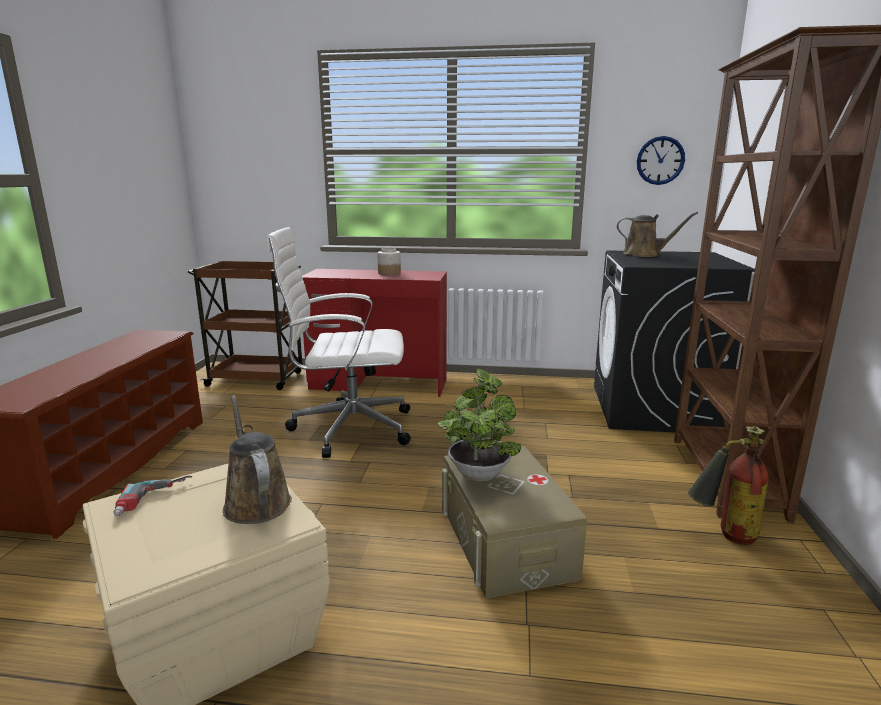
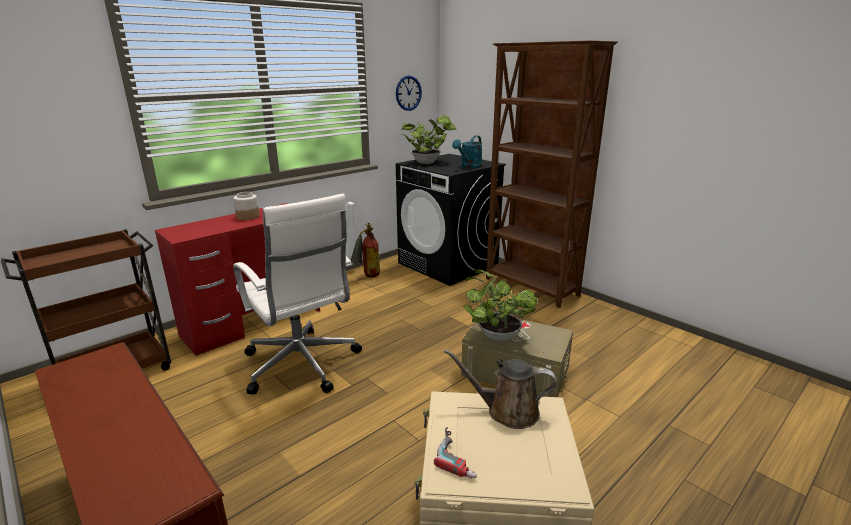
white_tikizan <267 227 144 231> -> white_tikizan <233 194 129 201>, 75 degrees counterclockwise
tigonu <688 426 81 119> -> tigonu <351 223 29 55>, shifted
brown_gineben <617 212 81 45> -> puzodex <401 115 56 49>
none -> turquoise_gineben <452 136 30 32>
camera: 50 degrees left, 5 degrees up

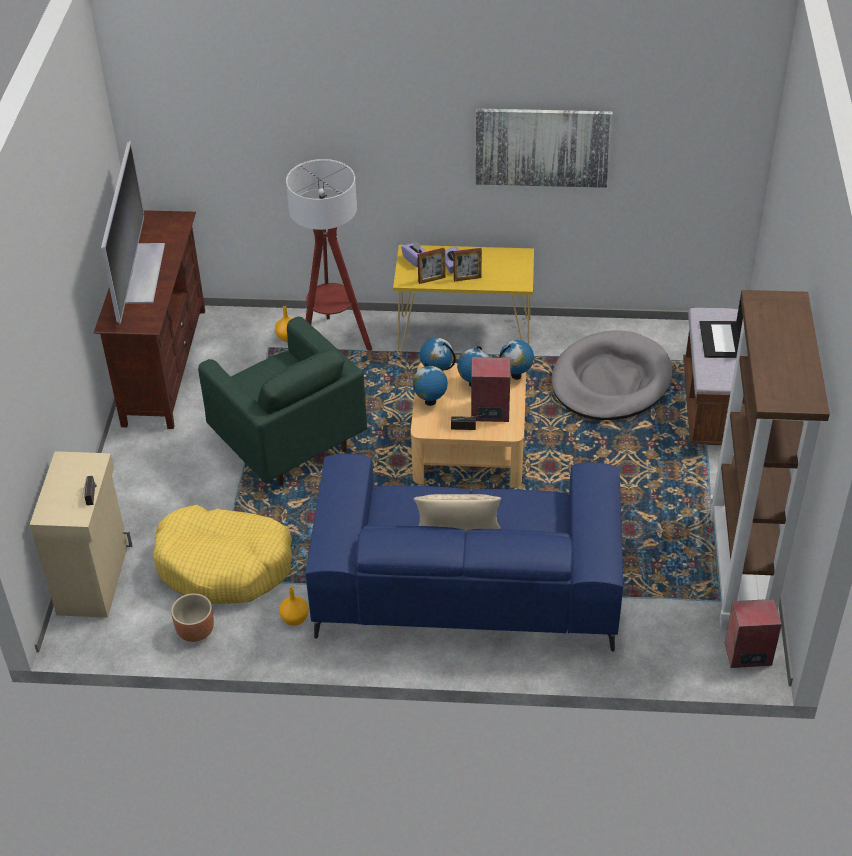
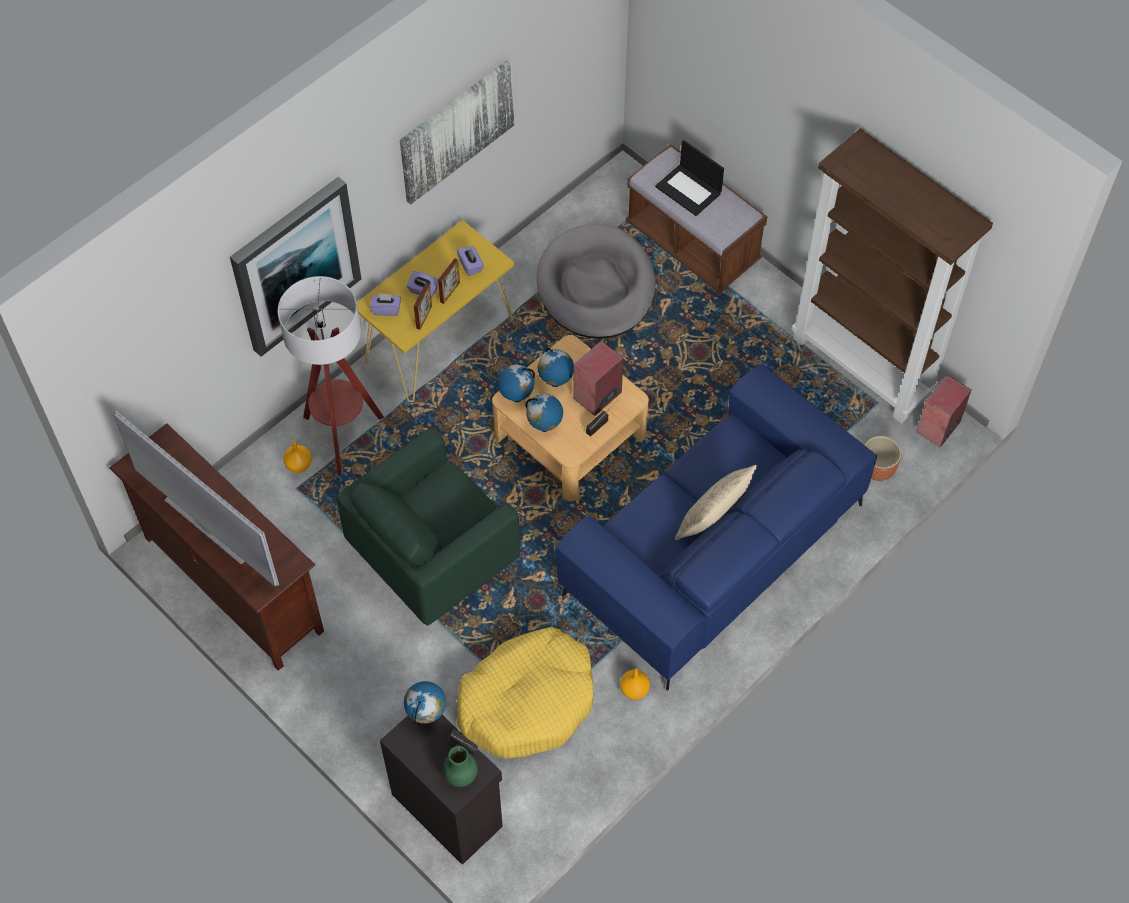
none -> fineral <230 177 131 180>
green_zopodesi <198 317 169 169> -> green_zopodesi <336 428 184 198>, 135 degrees clockwise
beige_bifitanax <30 451 103 167> -> black_bifitanax <380 715 123 150>
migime <499 340 35 40> -> migime <404 681 42 44>, shifted
none -> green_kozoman <443 746 35 41>
none -> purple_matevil <457 246 27 30>
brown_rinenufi <171 593 43 49> -> brown_rinenufi <865 436 36 45>, shifted
camera: 50 degrees left, 15 degrees up

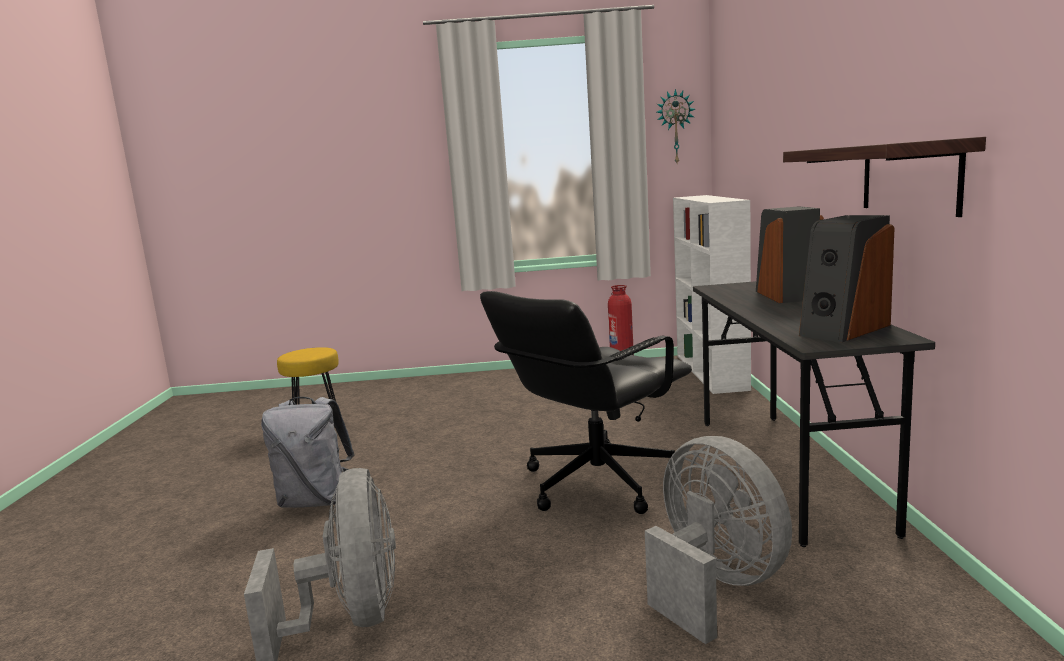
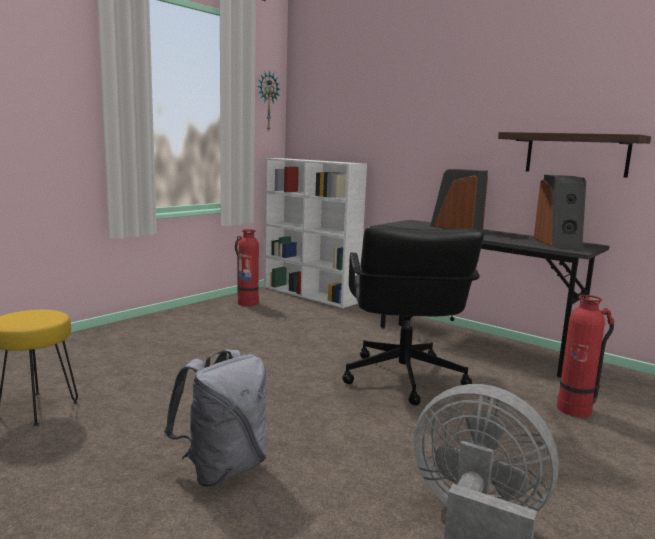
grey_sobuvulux <645 436 147 208> -> tigonu <557 295 58 122>
camera: 50 degrees left, 0 degrees up

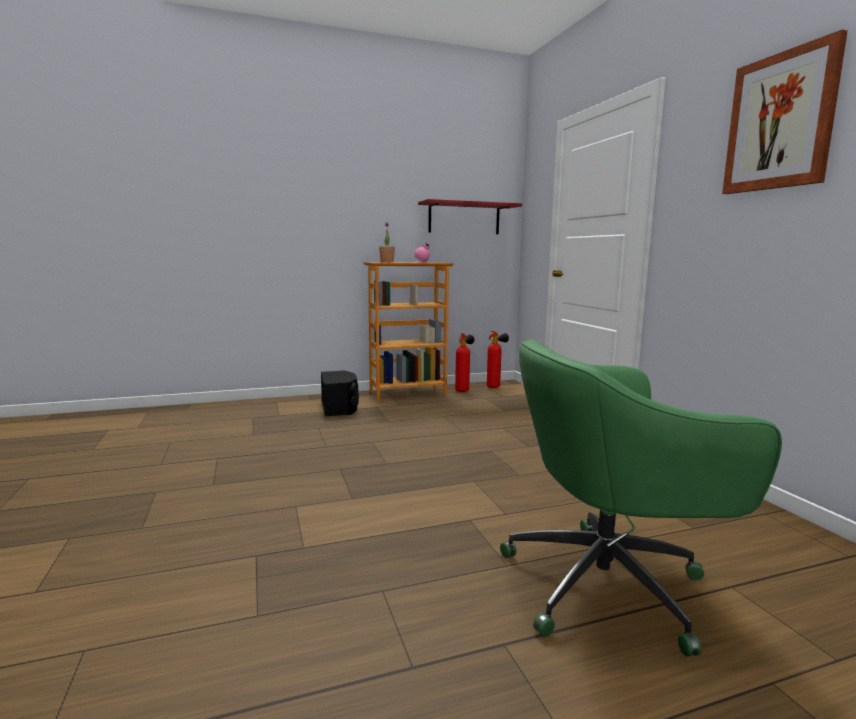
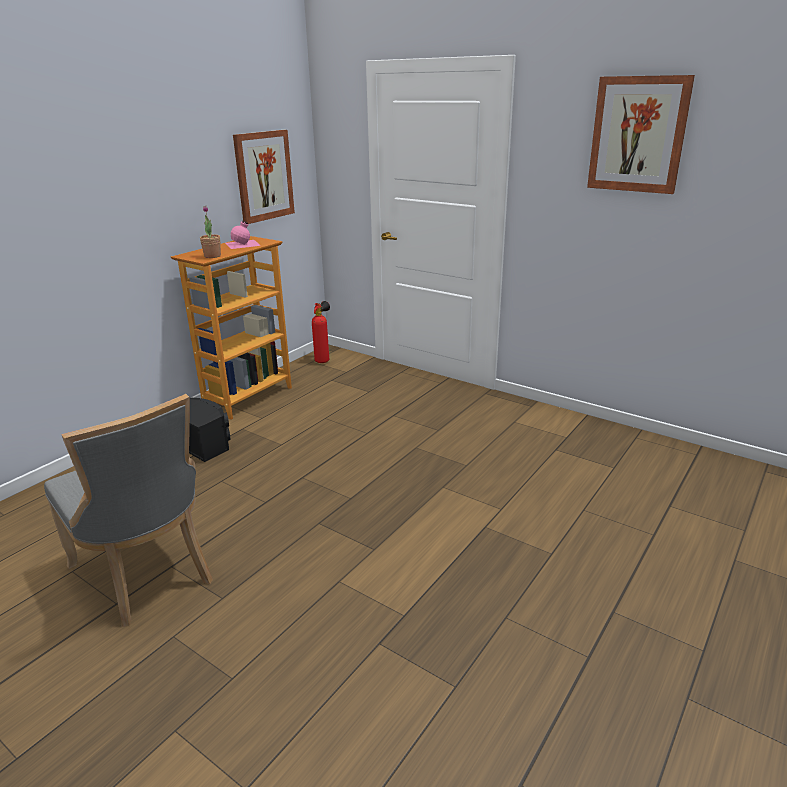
none -> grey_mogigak <44 394 169 233>
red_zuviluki <418 199 104 35> -> fineral <233 130 62 94>
tigonu <455 333 19 59> -> none
green_tikizan <500 339 282 317> -> none
camera: 35 degrees left, 15 degrees up

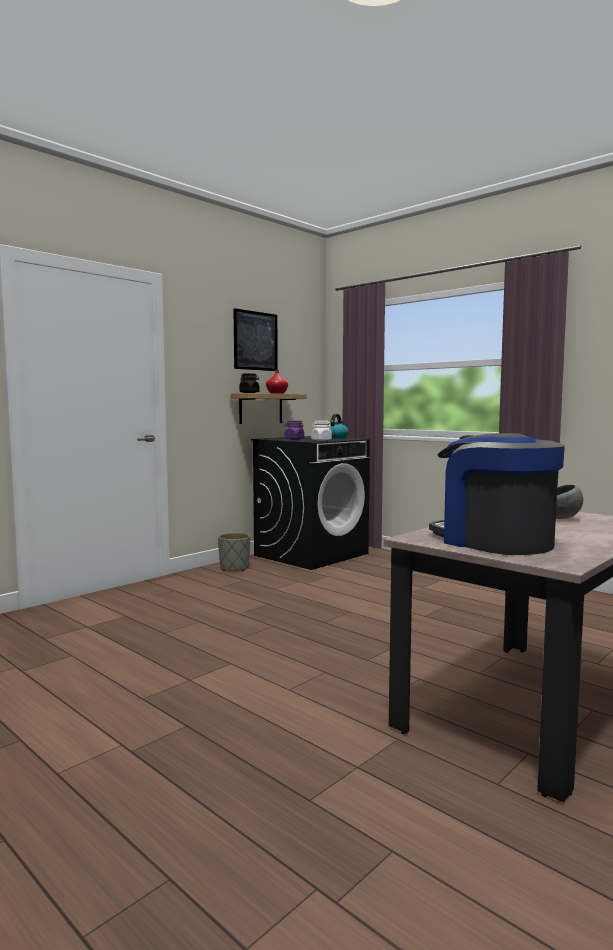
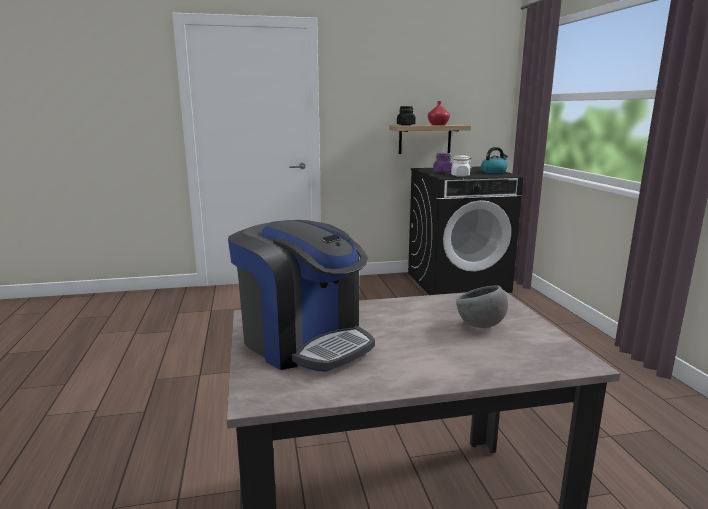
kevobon <429 433 136 122> -> kevobon <228 220 147 152>, 135 degrees clockwise
grey_rinenufi <218 533 32 38> -> none
fineral <233 308 45 63> -> none
camera: 35 degrees right, 10 degrees up

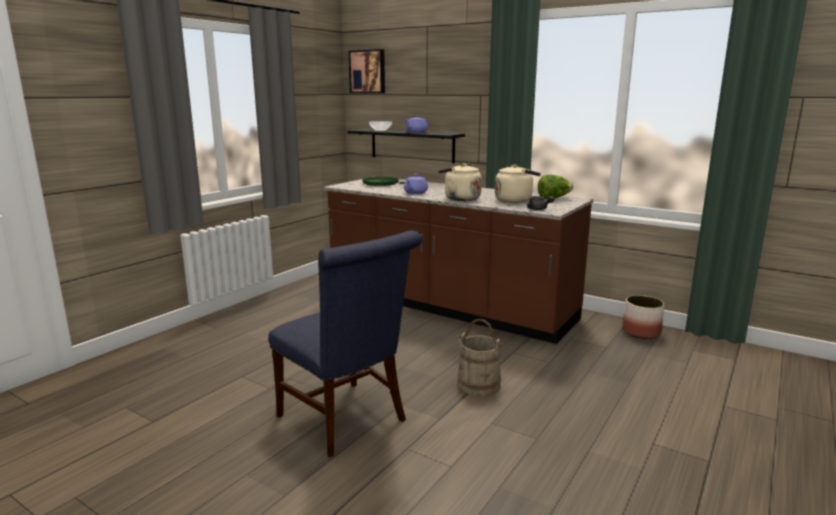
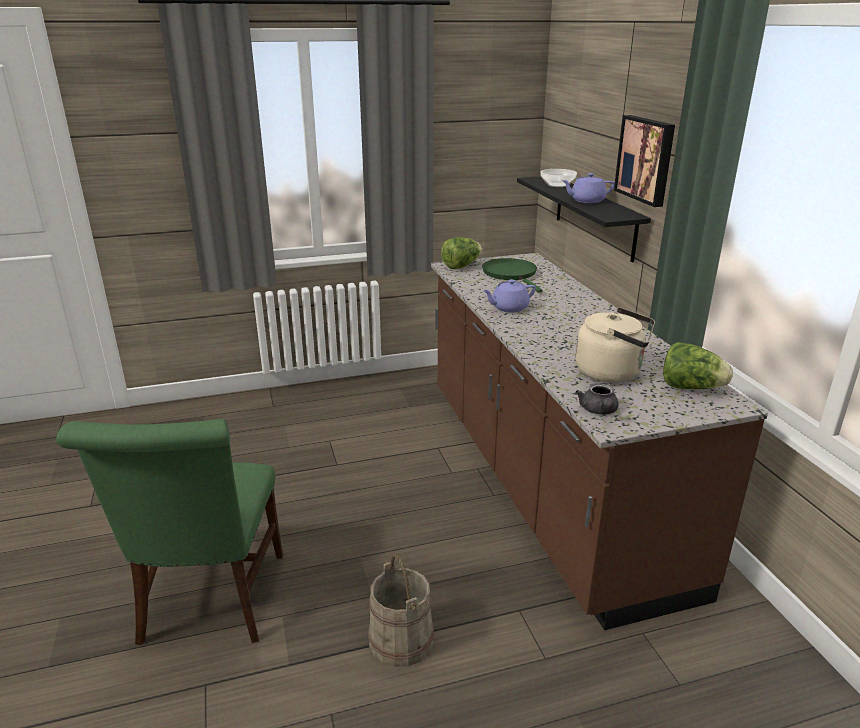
blue_mogigak <268 230 154 227> -> green_mogigak <56 419 227 226>
none -> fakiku <441 237 41 32>
fineral <348 49 37 44> -> fineral <614 115 61 92>, shifted
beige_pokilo <438 163 44 38> -> none
rinenufi <622 295 43 44> -> none
camera: 40 degrees right, 10 degrees up

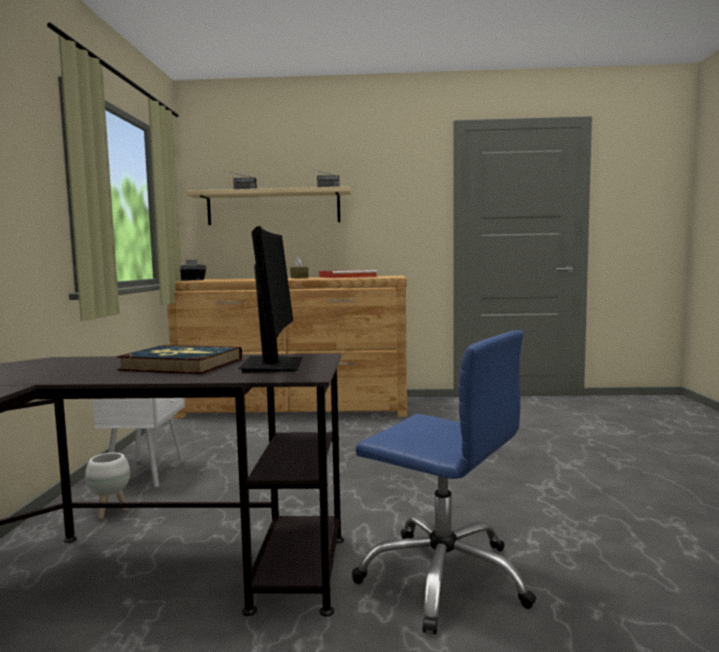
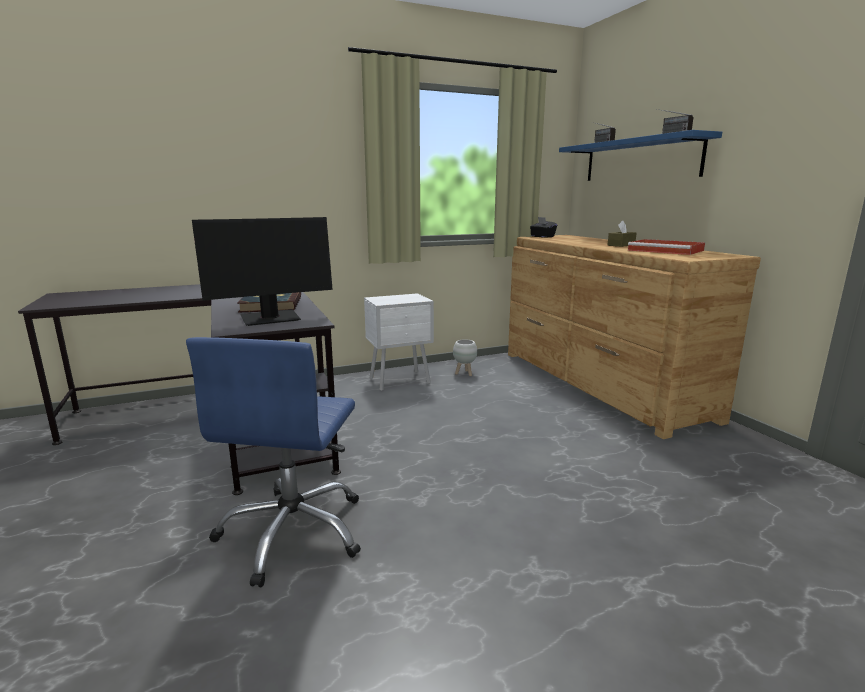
white_rinenufi <85 453 45 66> -> white_rinenufi <453 339 24 37>, shifted
beige_zuviluki <185 186 166 39> -> blue_zuviluki <559 130 163 51>
camera: 65 degrees right, 10 degrees up

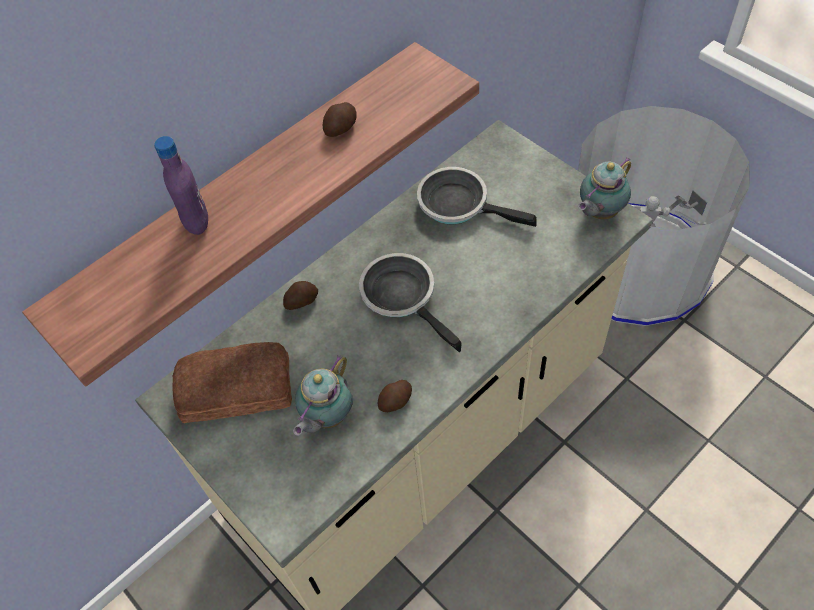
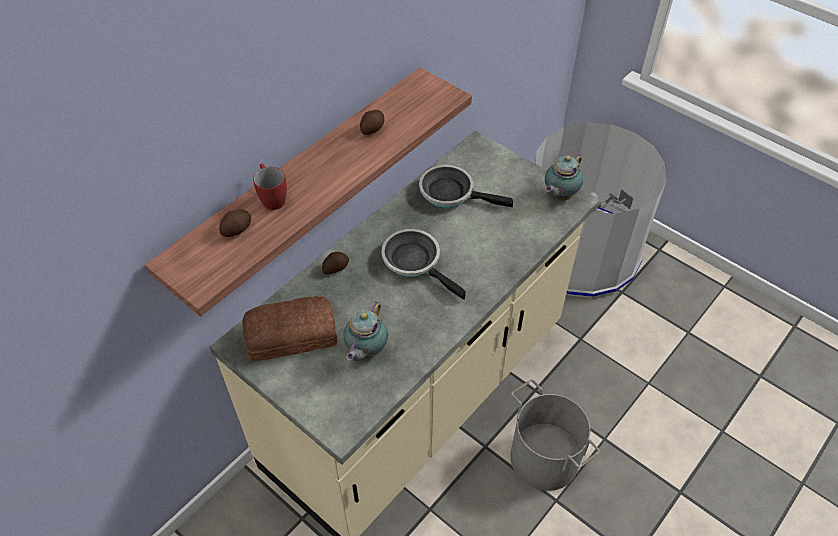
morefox <378 380 34 32> -> morefox <219 209 32 28>, shifted
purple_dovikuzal <154 136 54 99> -> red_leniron <253 163 34 47>
none -> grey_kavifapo <511 379 89 112>
camera: 10 degrees left, 5 degrees down

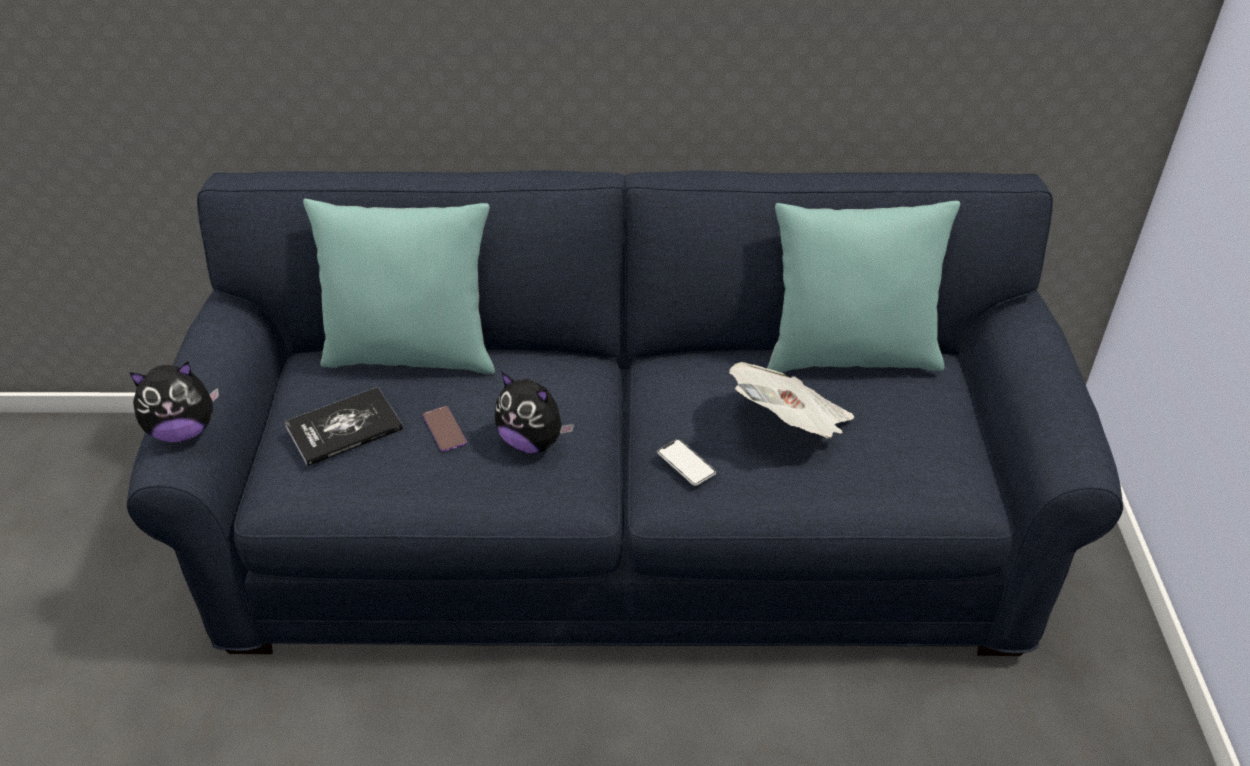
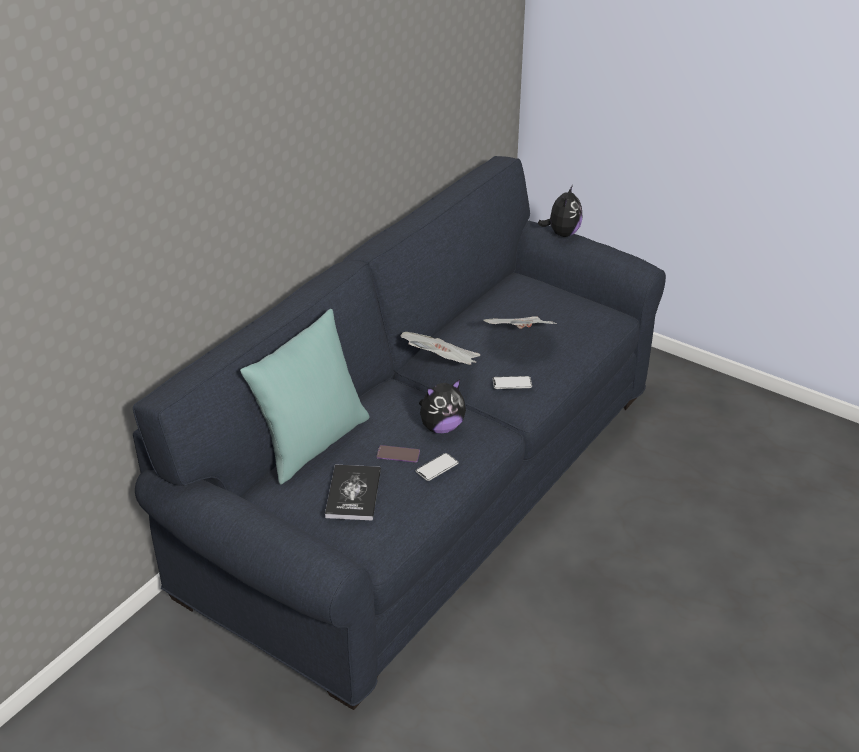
none -> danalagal <401 332 79 33>
none -> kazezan <415 453 44 28>
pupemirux <129 362 90 80> -> pupemirux <538 185 44 52>, shifted
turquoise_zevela <767 201 193 171> -> none
camera: 55 degrees left, 5 degrees down

